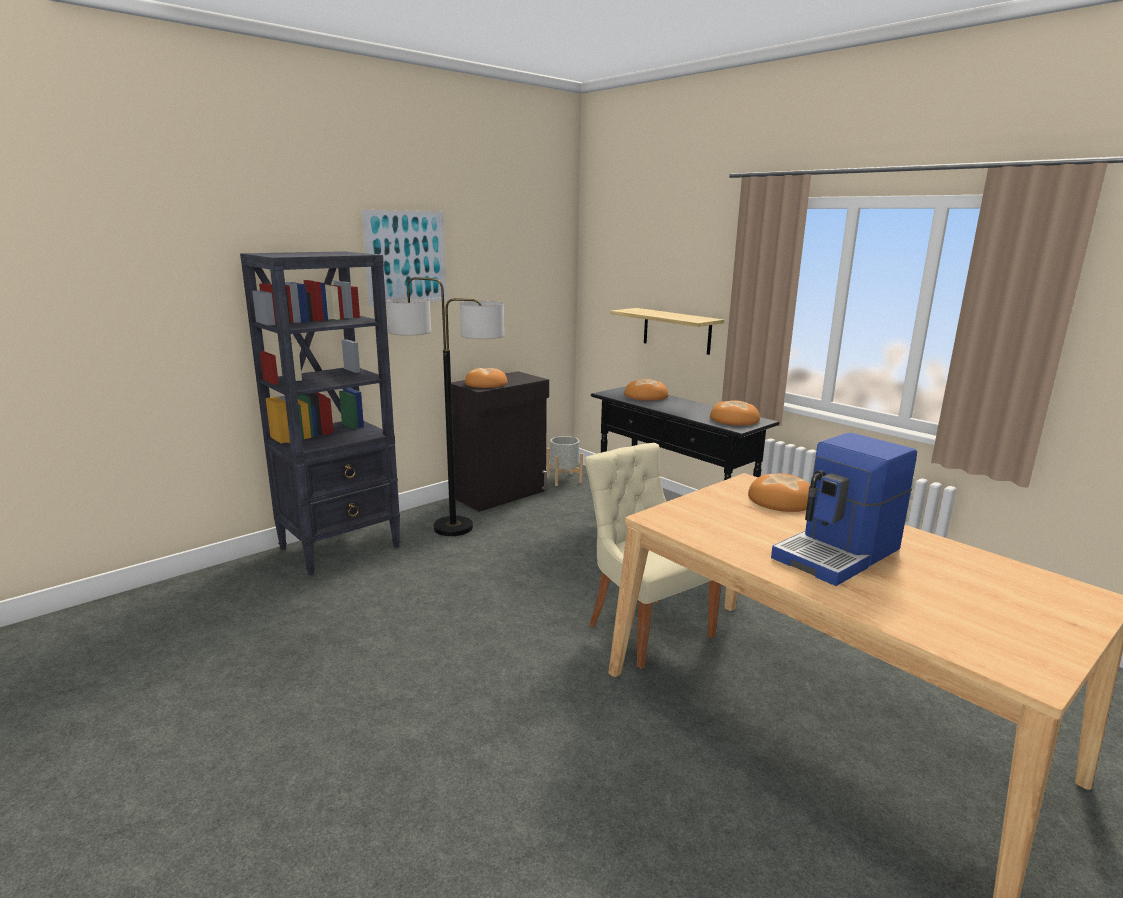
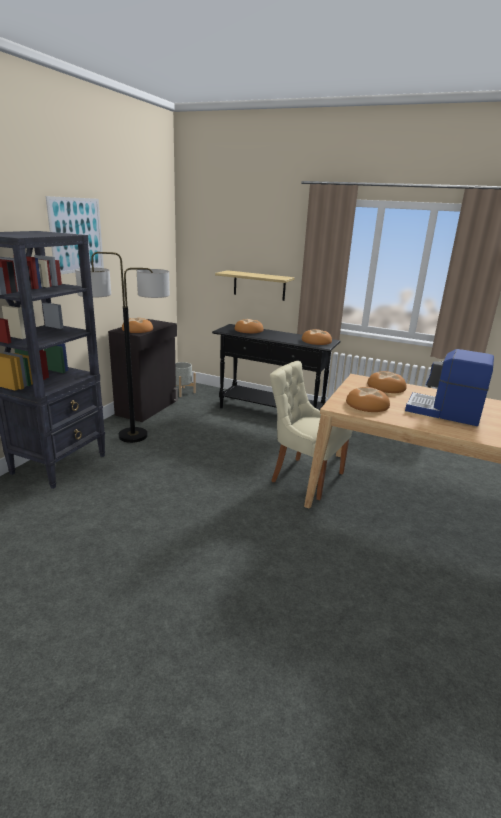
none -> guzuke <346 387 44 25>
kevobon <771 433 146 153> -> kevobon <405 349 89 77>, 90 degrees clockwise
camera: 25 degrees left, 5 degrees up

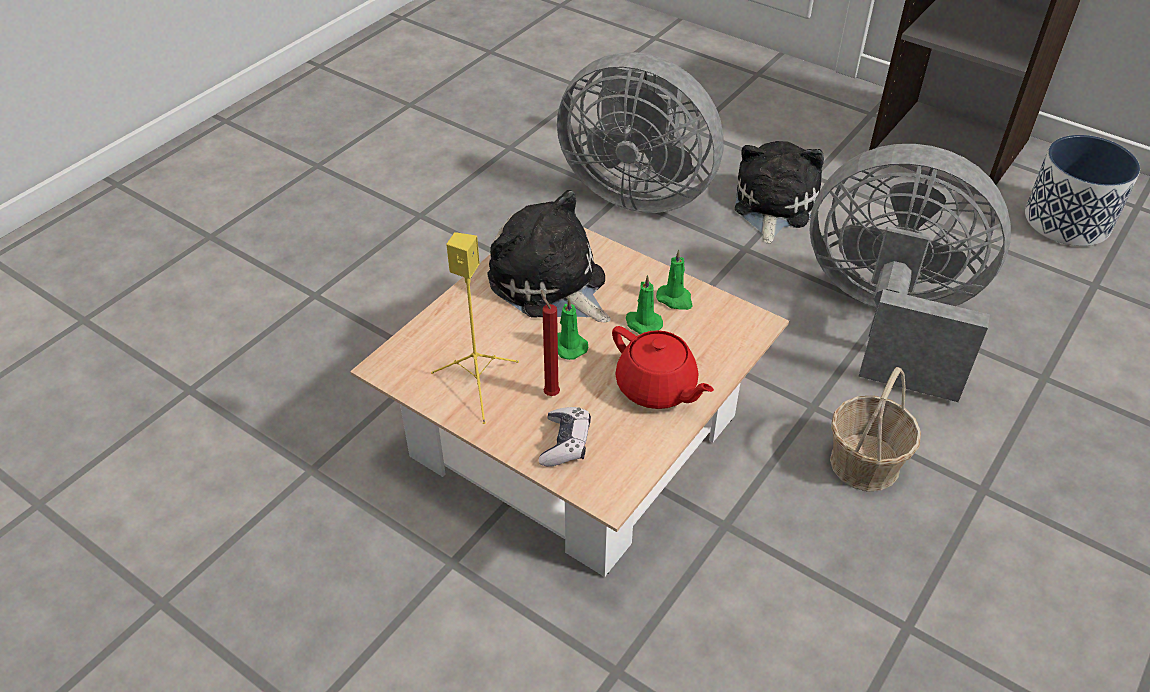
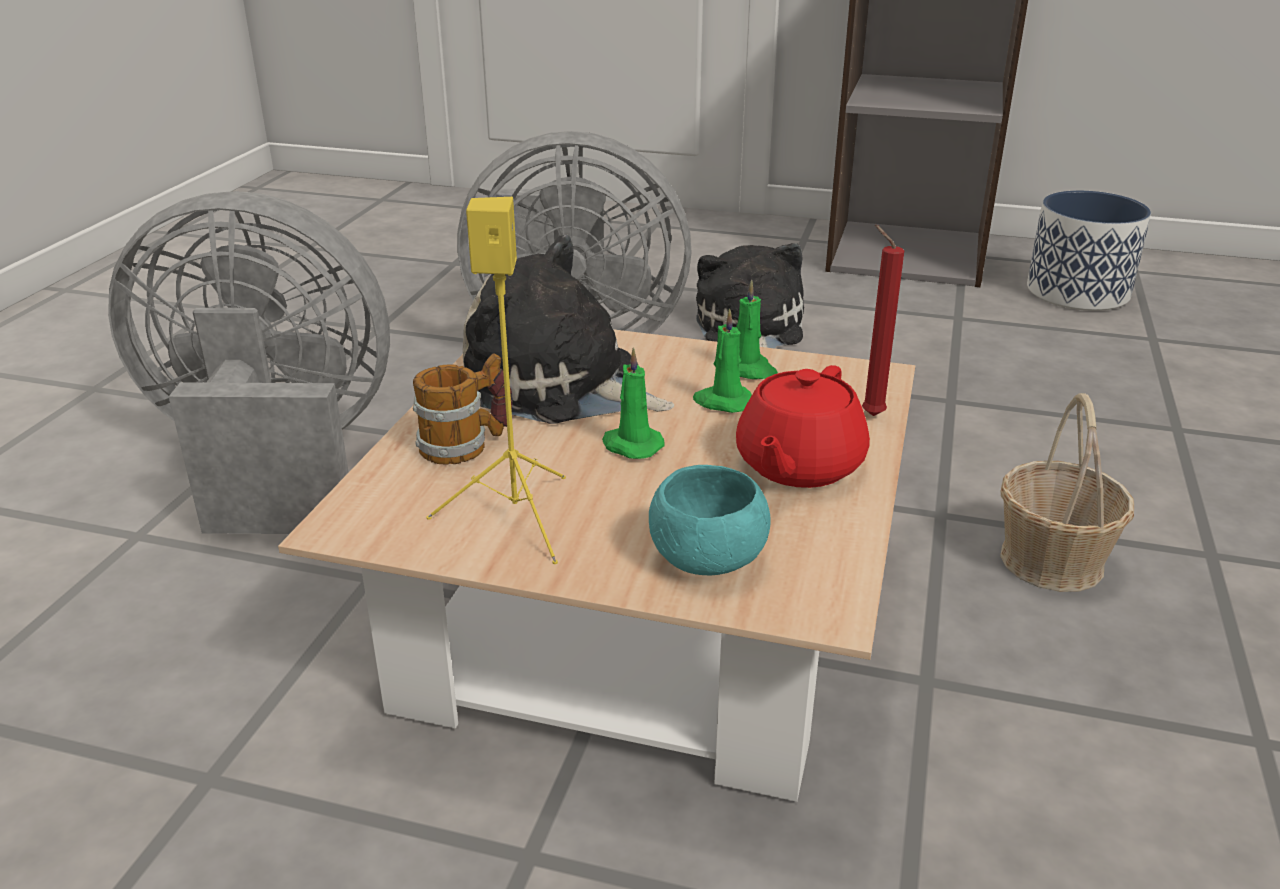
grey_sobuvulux <809 144 202 258> -> grey_sobuvulux <108 191 282 343>, shifted
none -> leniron <413 353 100 112>
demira <539 407 52 59> -> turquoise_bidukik <649 465 122 110>
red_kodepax <612 326 102 83> -> red_kodepax <736 365 134 123>, 90 degrees clockwise
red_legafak <541 290 19 106> -> red_legafak <862 225 42 191>, shifted
camera: 20 degrees left, 15 degrees down

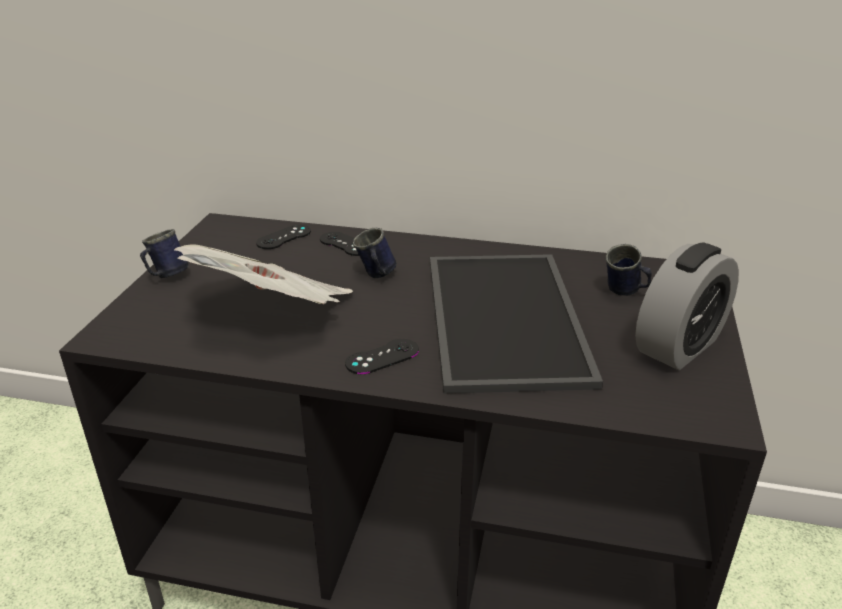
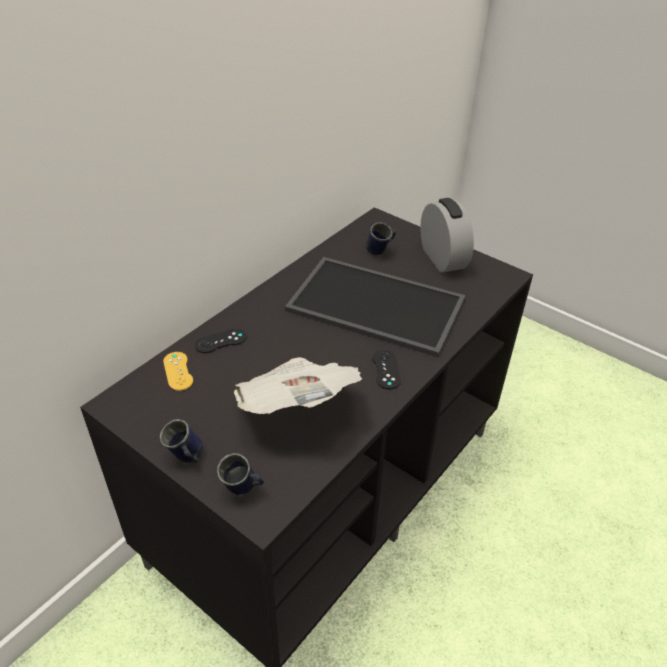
black_demira <256 225 55 24> -> yellow_demira <163 352 30 39>
blue_leniron <353 228 44 50> -> blue_leniron <217 453 47 42>, shifted
camera: 65 degrees left, 10 degrees up

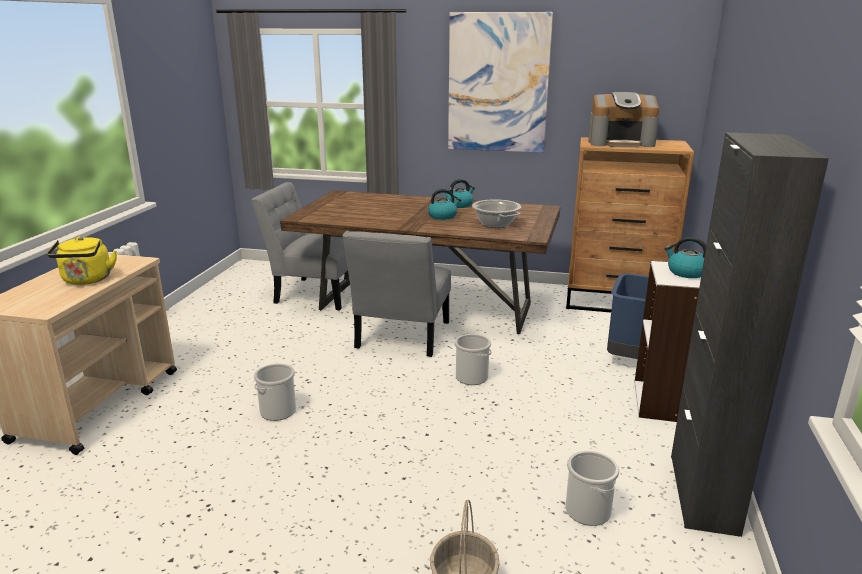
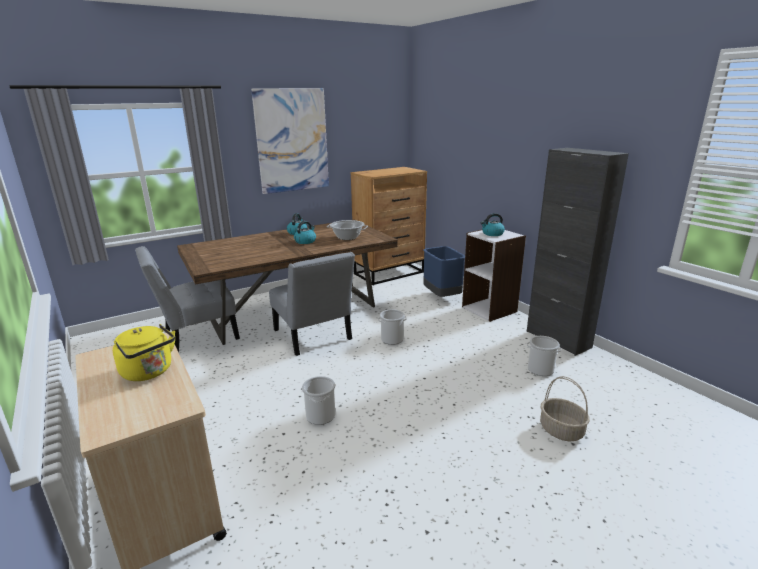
kevobon <588 92 71 55> -> none
camera: 45 degrees left, 0 degrees up

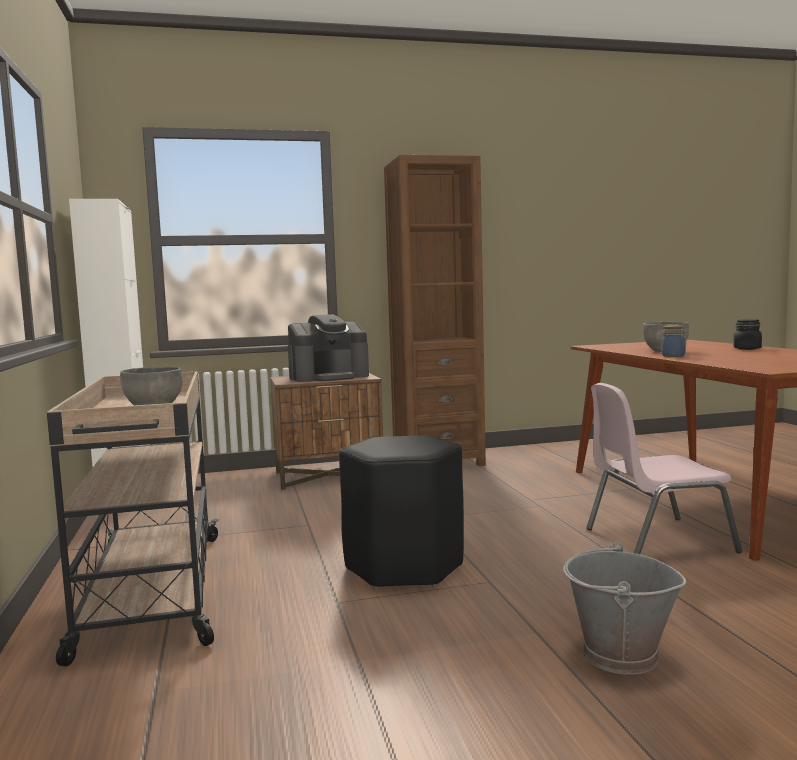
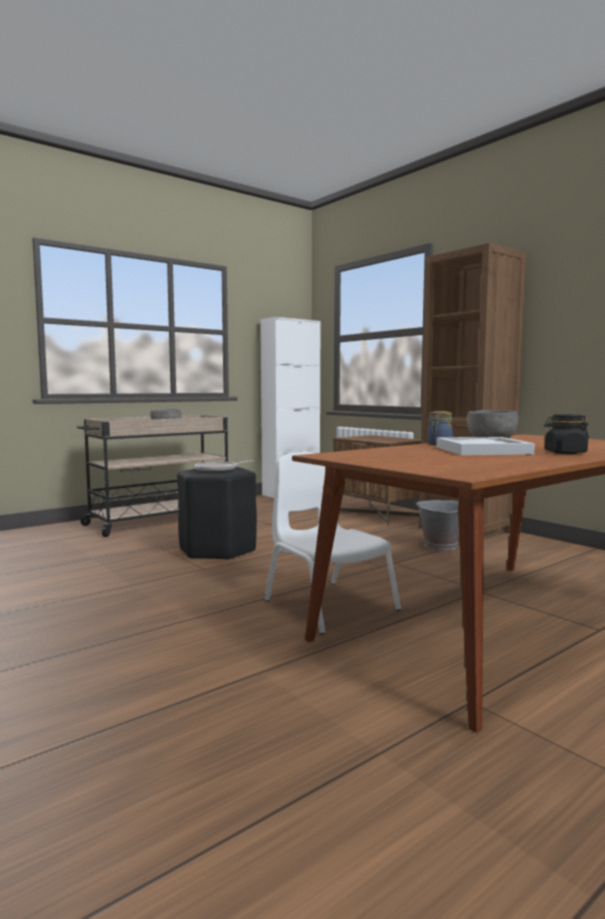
none -> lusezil <195 460 59 13>
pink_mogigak <586 383 156 171> -> white_mogigak <265 452 136 182>
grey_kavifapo <563 541 124 134> -> grey_kavifapo <416 500 43 51>, shifted
none -> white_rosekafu <436 437 99 18>
kevobon <288 314 81 68> -> none
camera: 65 degrees right, 0 degrees up

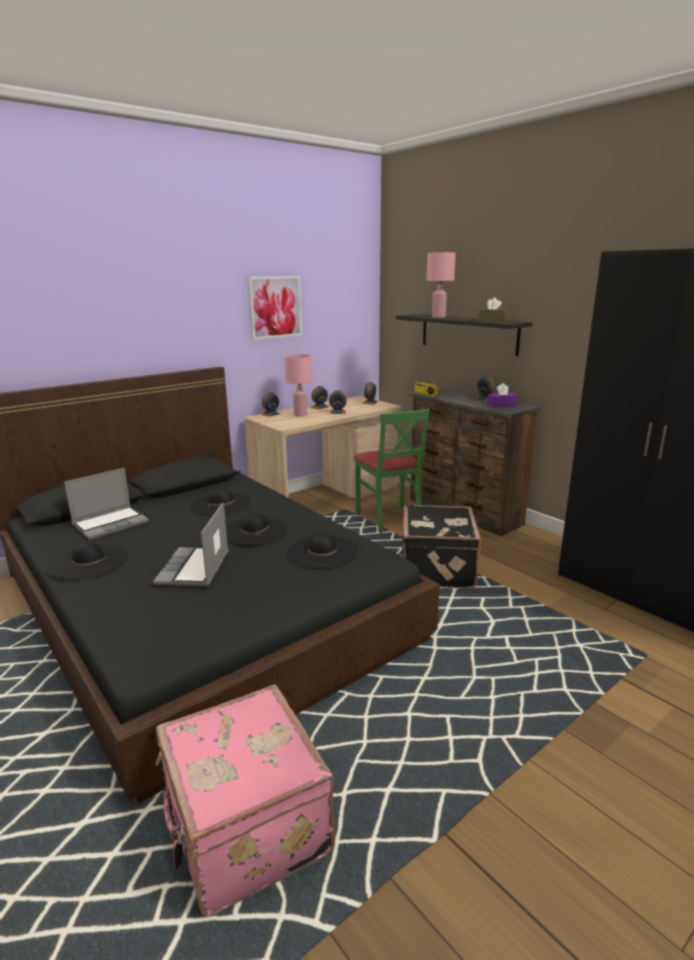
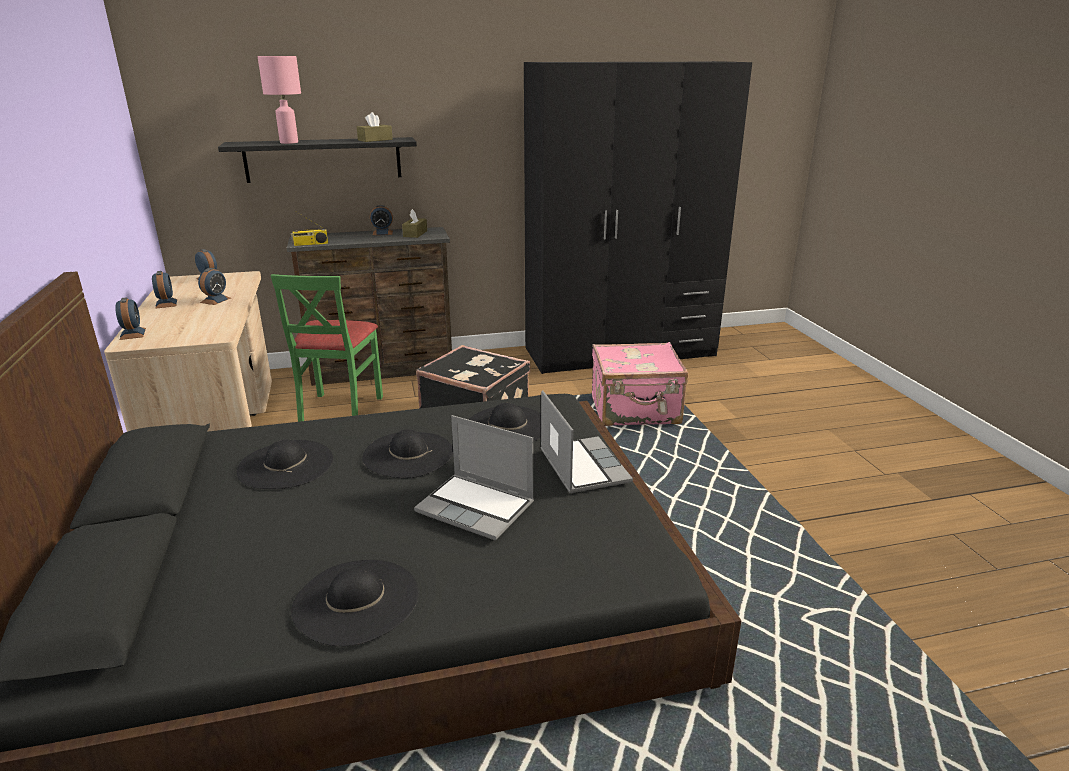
green_mogigak <353 409 77 124> -> green_mogigak <270 274 113 148>, 90 degrees clockwise
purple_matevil <487 383 31 25> -> brown_matevil <402 209 25 29>
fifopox <64 468 85 72> -> fifopox <541 390 92 103>, shifted
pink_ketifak <156 684 179 233> -> pink_ketifak <592 342 96 84>, shifted
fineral <248 276 54 64> -> none
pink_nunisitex <285 354 28 63> -> none
camera: 65 degrees left, 5 degrees up

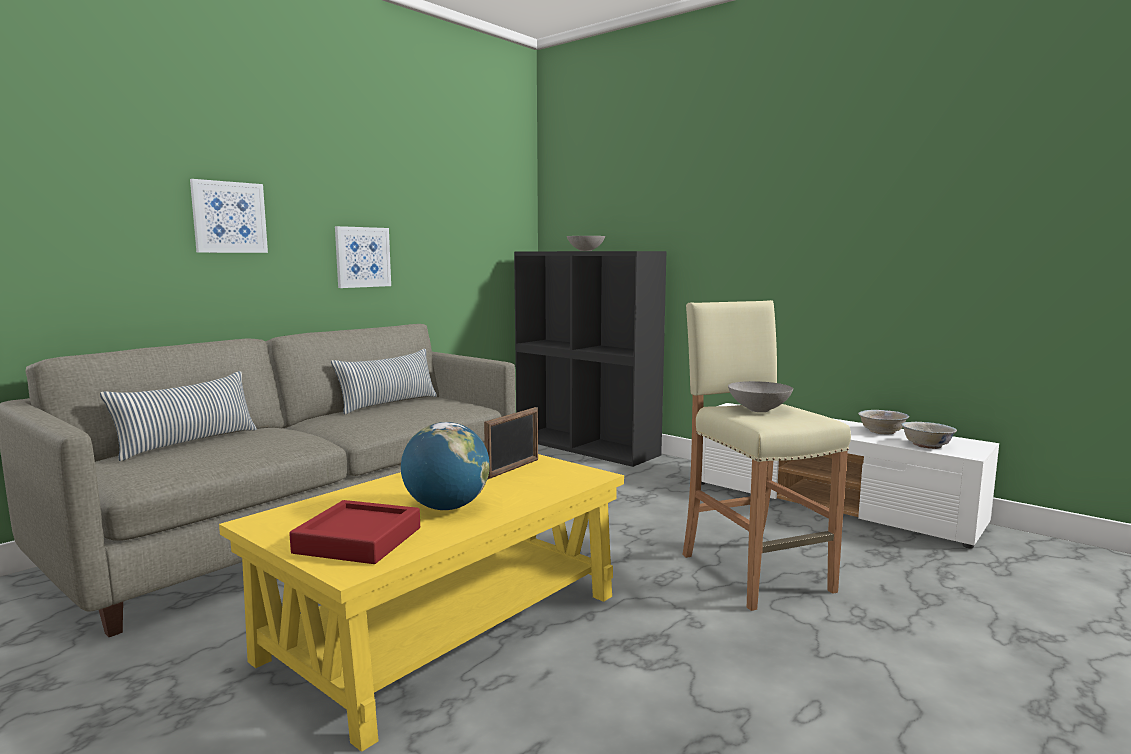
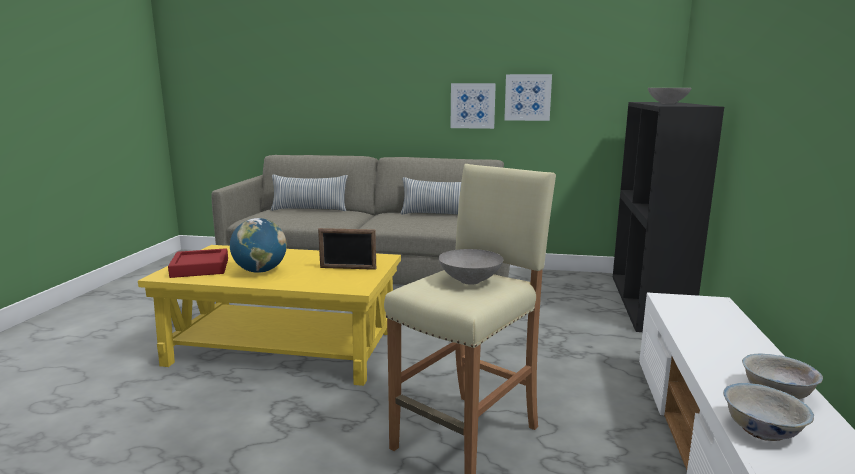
fineral <190 179 78 74> -> fineral <504 74 48 47>, shifted
camera: 60 degrees right, 5 degrees up

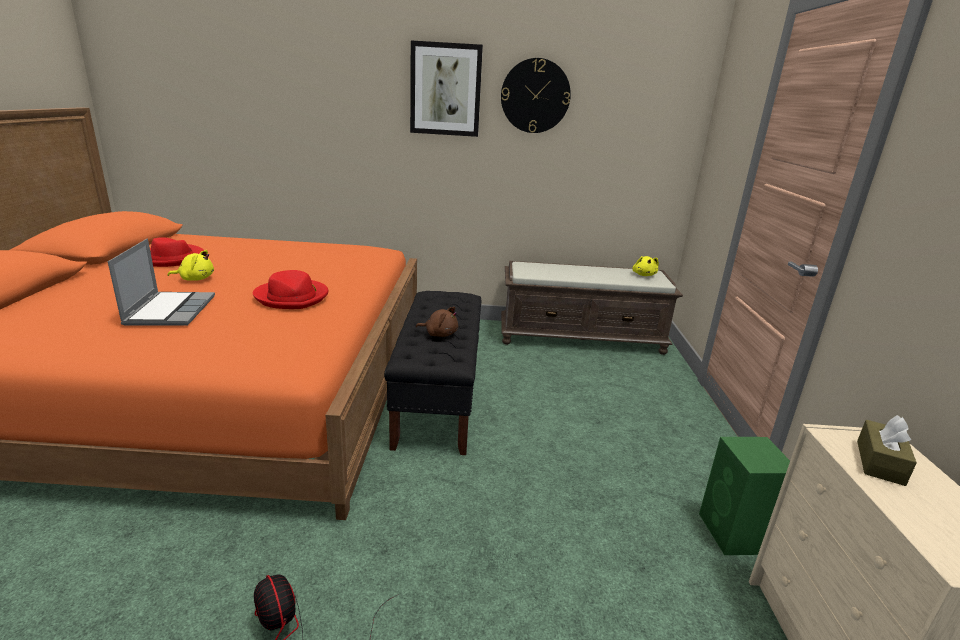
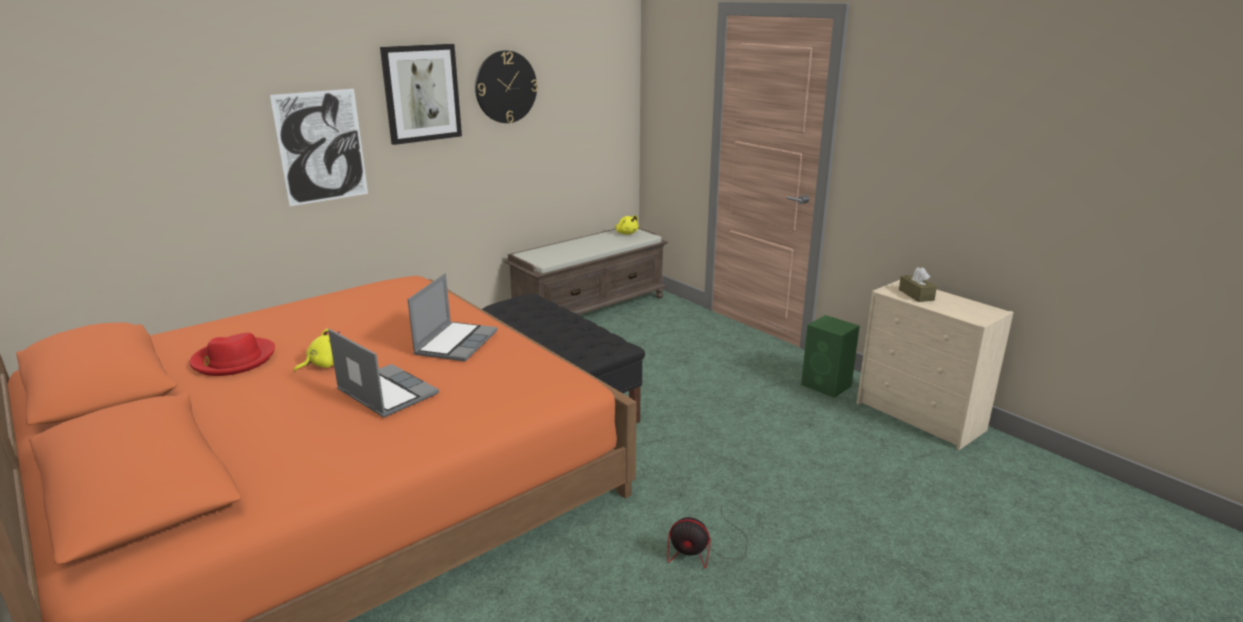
none -> fineral <270 89 98 117>
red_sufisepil <253 270 75 39> -> fifopox <408 273 90 88>
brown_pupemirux <416 307 42 30> -> none
camera: 40 degrees left, 0 degrees up

